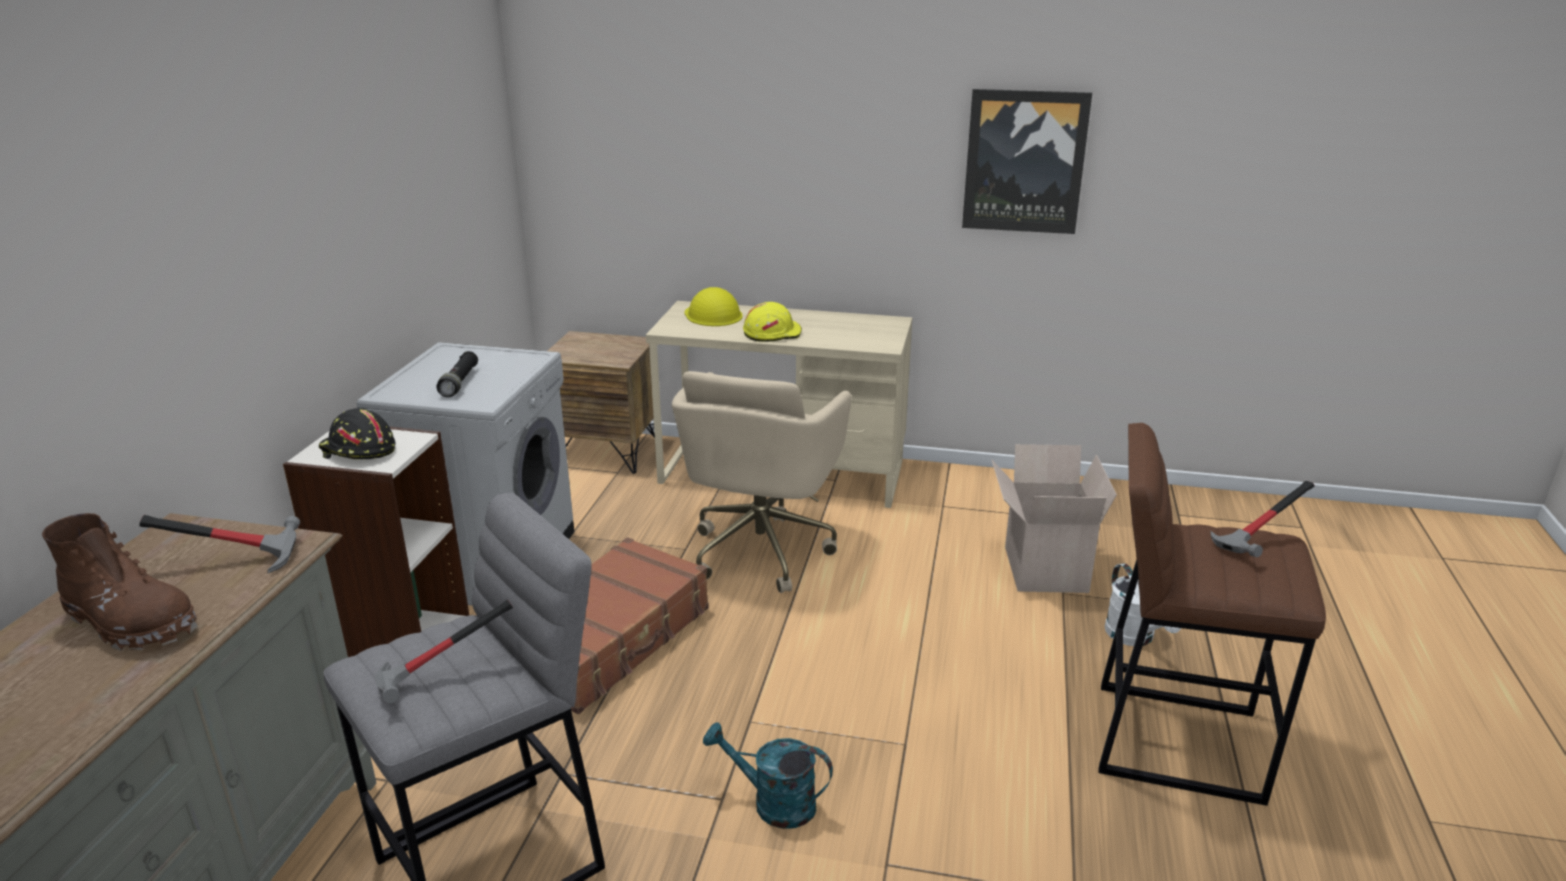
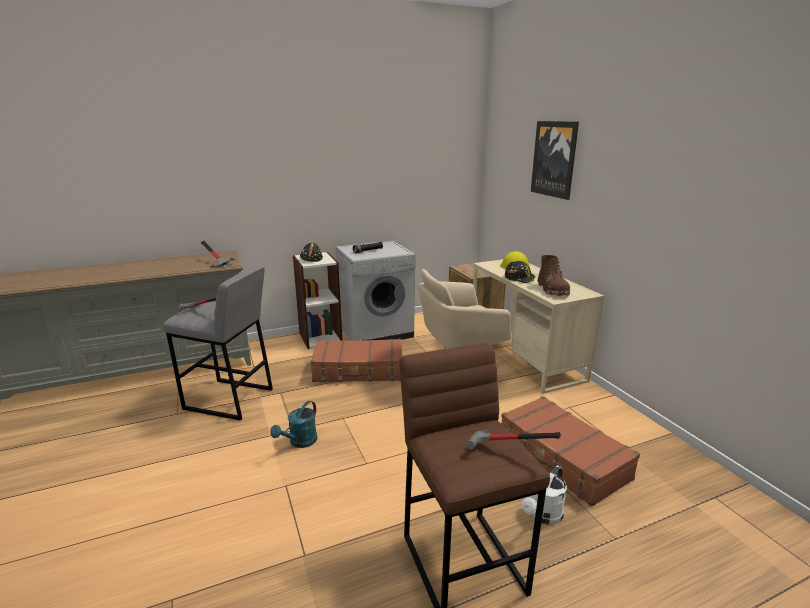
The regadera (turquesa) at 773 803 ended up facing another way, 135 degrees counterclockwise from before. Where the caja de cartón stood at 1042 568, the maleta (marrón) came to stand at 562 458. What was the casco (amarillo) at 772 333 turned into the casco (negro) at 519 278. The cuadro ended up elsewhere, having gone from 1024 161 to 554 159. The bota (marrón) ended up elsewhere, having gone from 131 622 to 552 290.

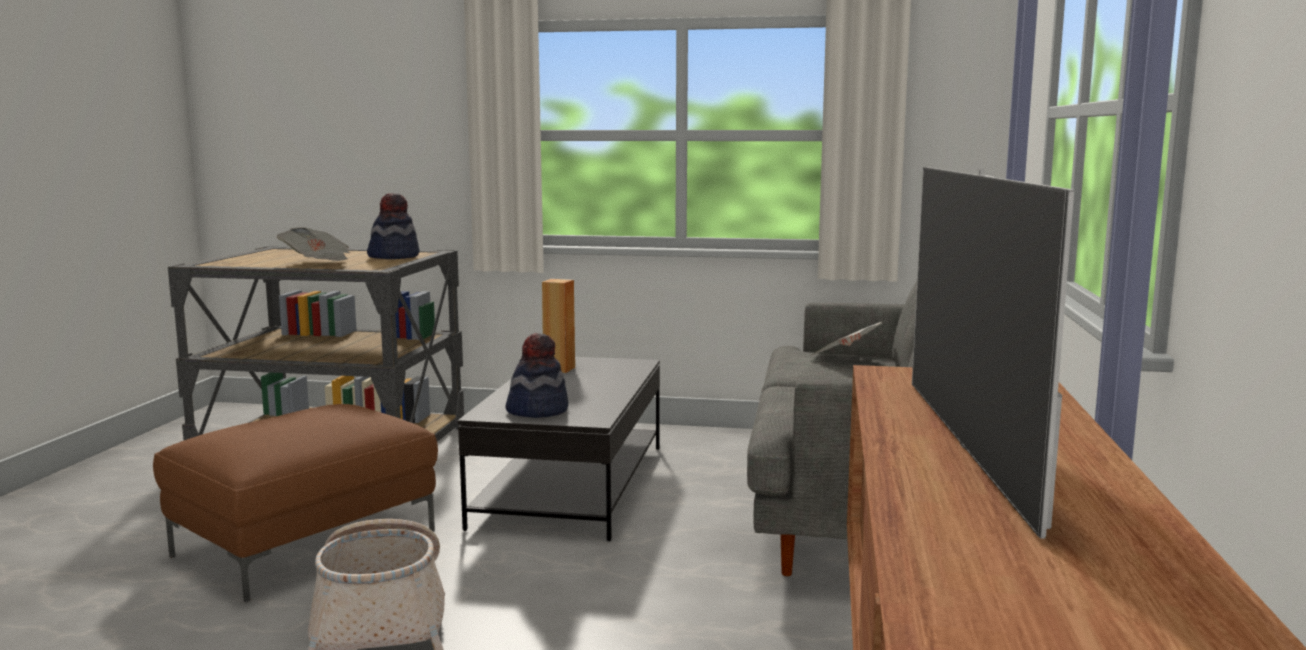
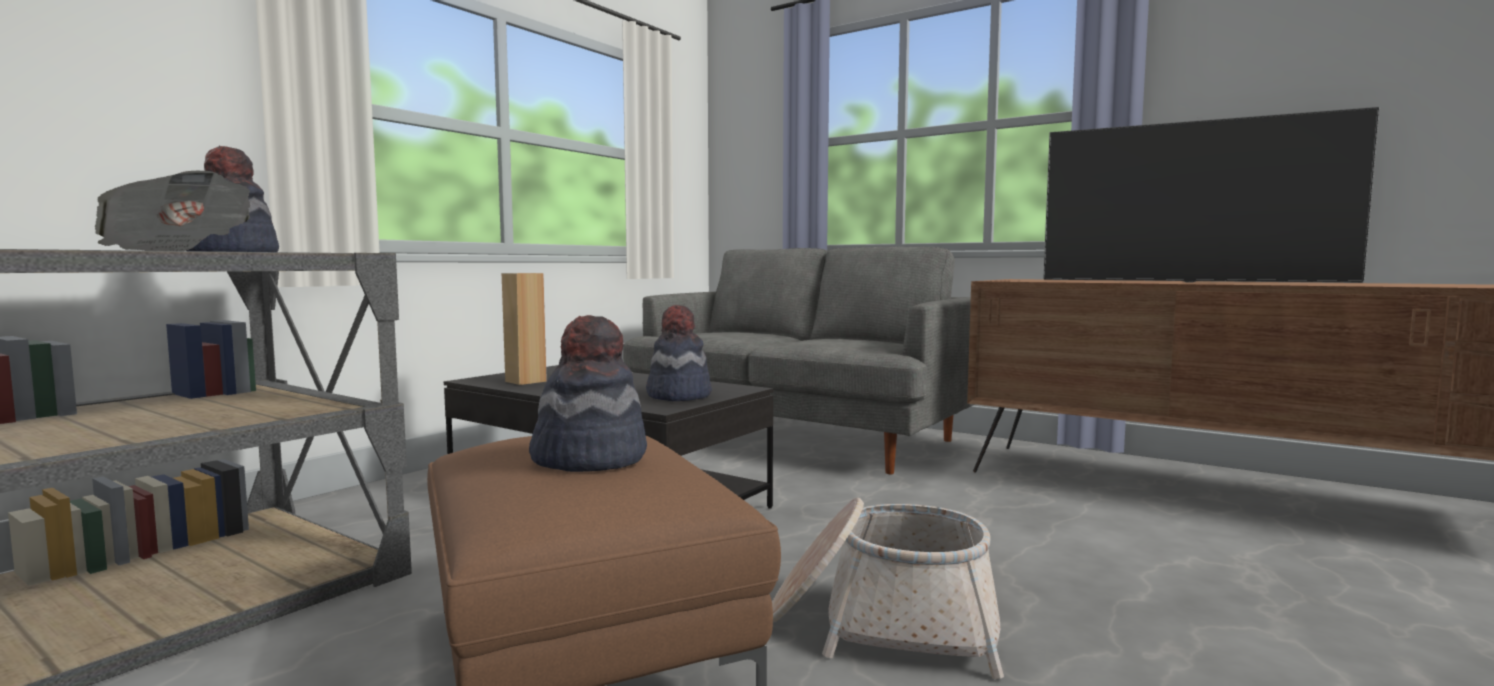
The second view gained the sombrero at 590 459. The second view lost the periódico at 844 359.

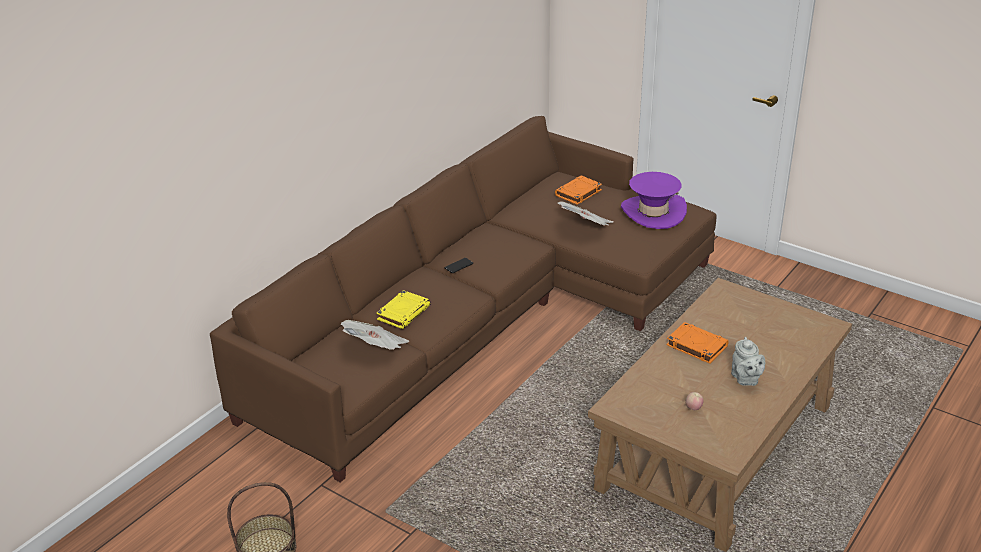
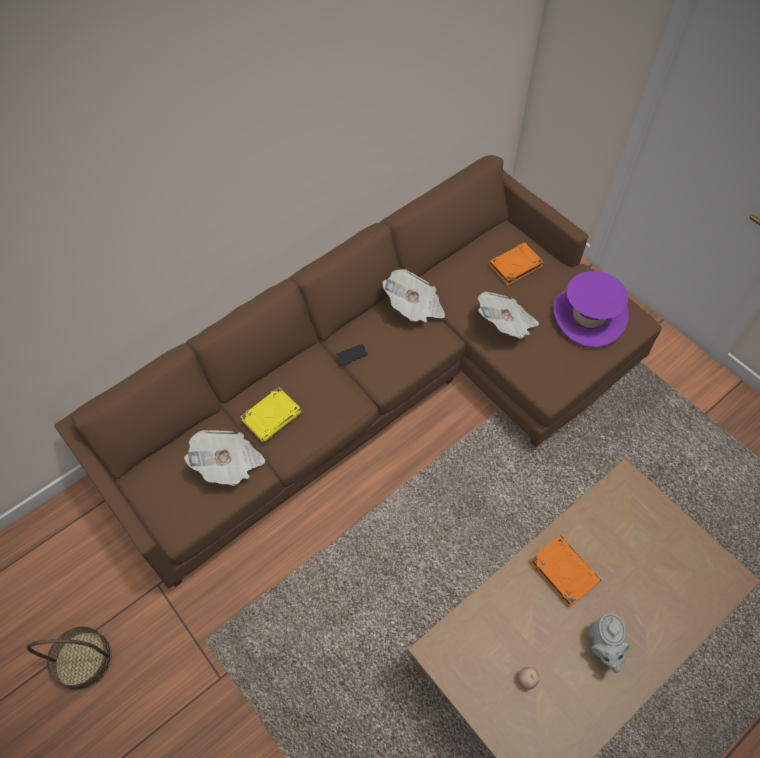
The second view gained the periódico at 414 307.

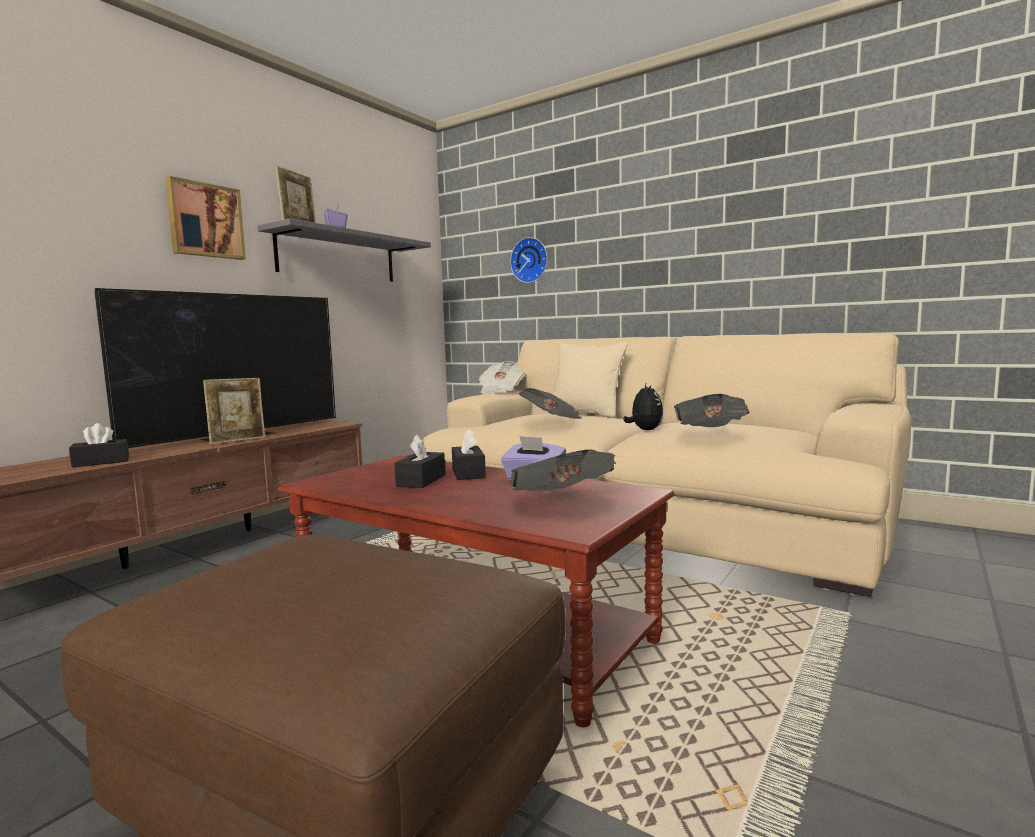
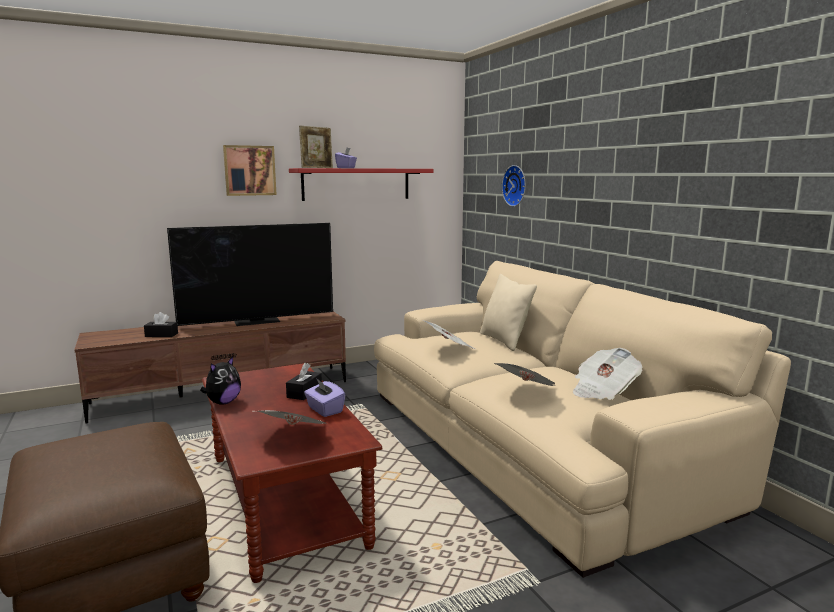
The peluche ended up elsewhere, having gone from 644 430 to 223 402. What was the estante (gris) at 338 257 turned into the estante (rojo) at 356 184. The periódico ended up elsewhere, having gone from 500 391 to 603 391. The second view lost the portarretratos at 238 441. The second view lost the caja de pañuelos (negro) at 421 480.

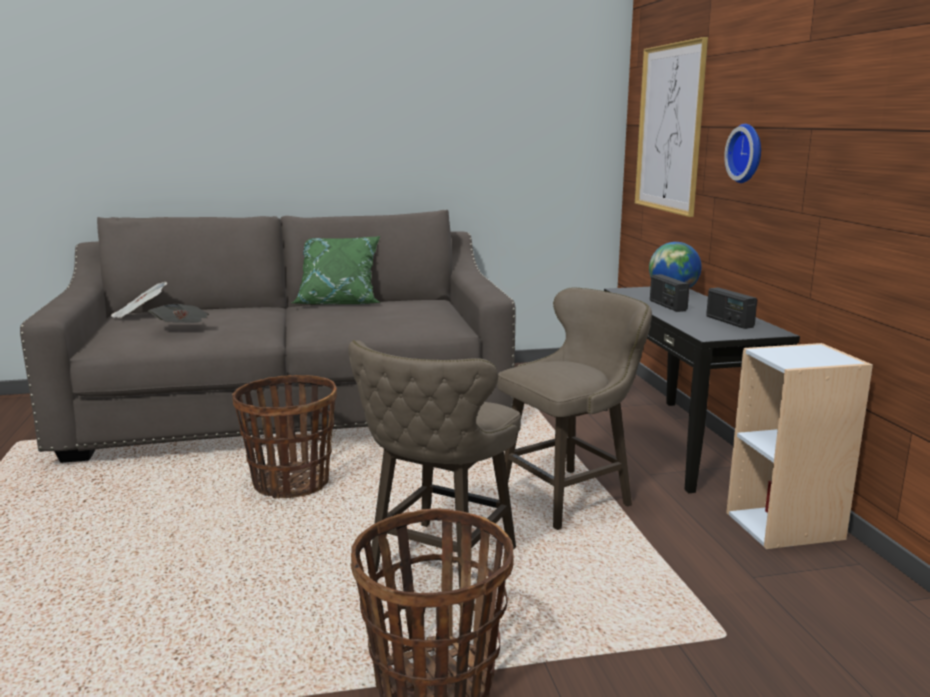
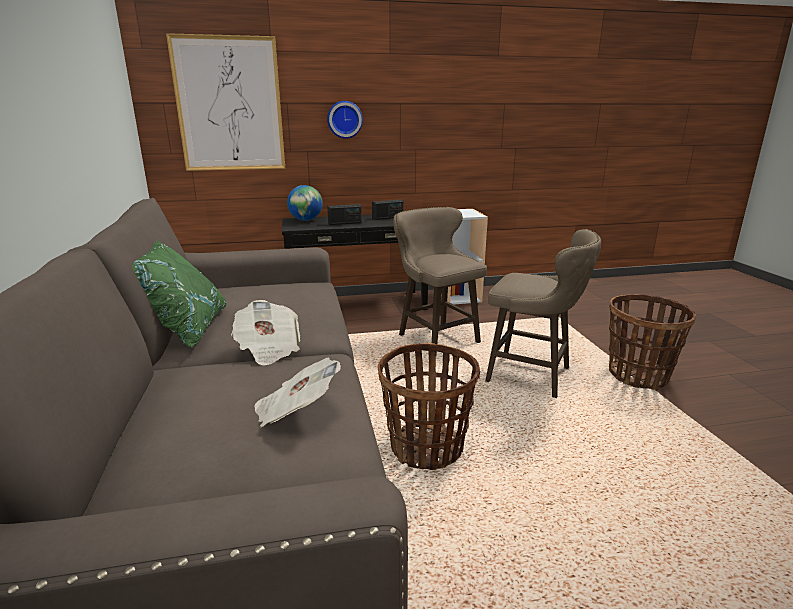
The periódico ended up elsewhere, having gone from 140 315 to 268 349.

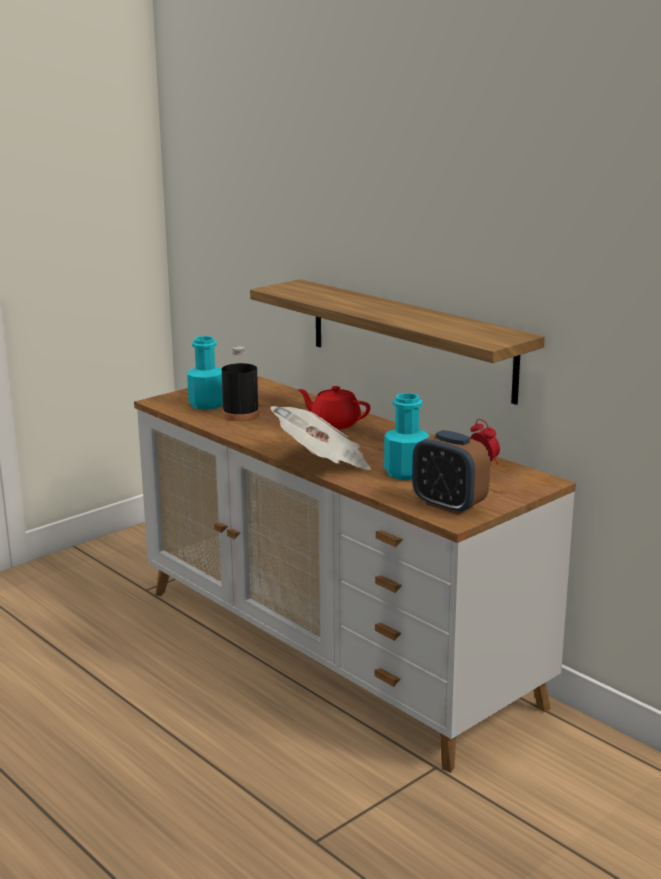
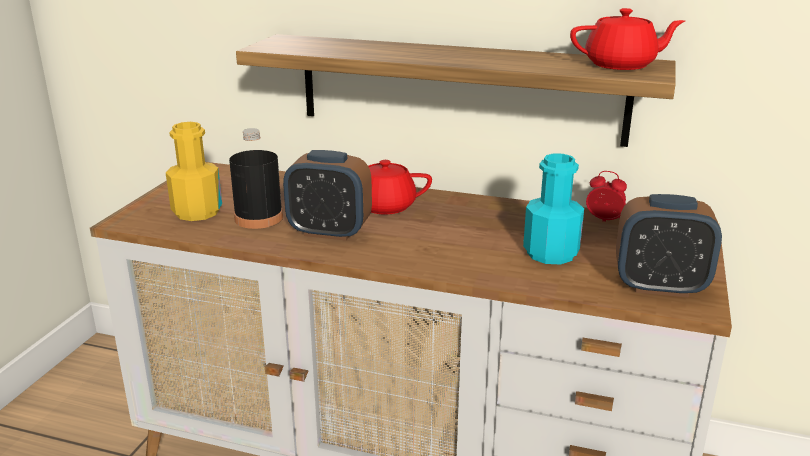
What was the botella (turquesa) at 207 404 turned into the botella (amarillo) at 197 212. The second view gained the despertador at 329 232. The second view gained the tetera (rojo) at 621 65. The second view lost the periódico at 323 463.

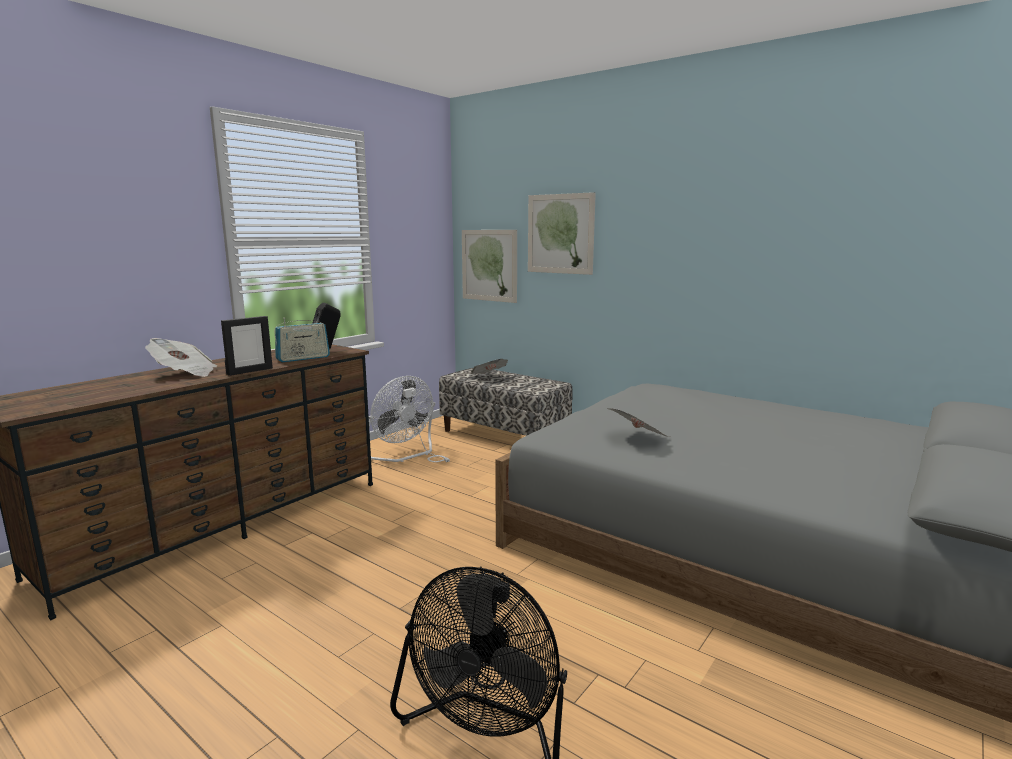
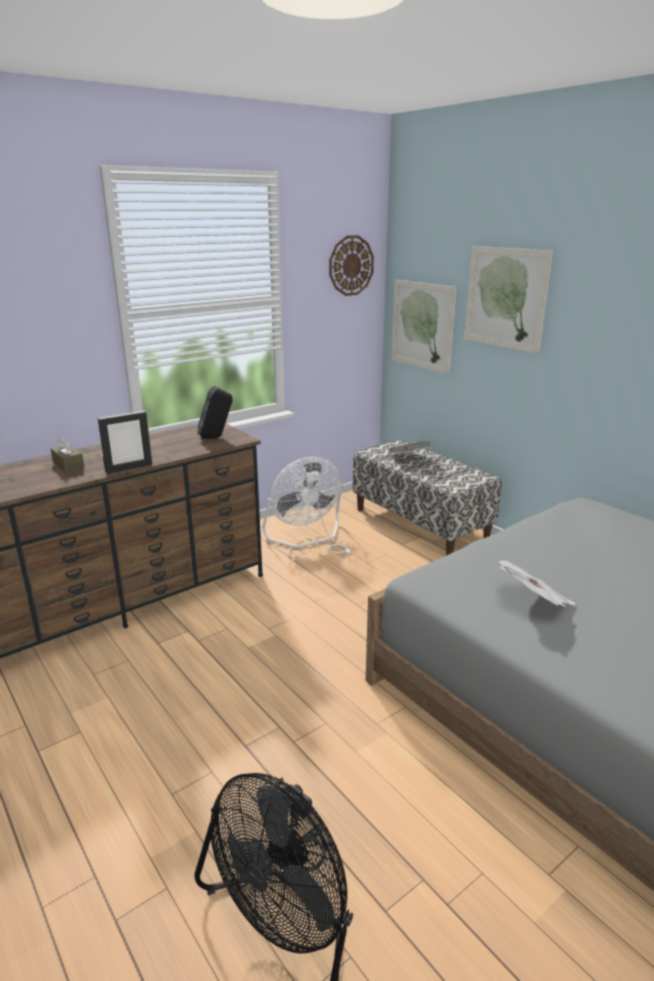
Where the periódico stood at 184 373, the caja de pañuelos (marrón) came to stand at 68 465. The second view gained the reloj de pared at 351 265. The second view lost the radio at 303 358.

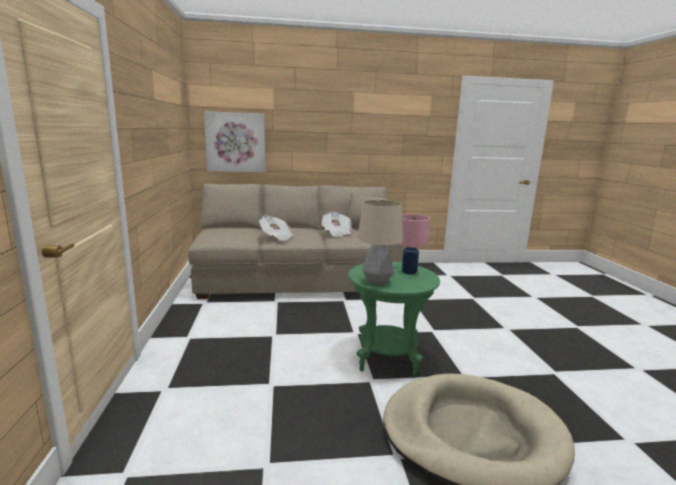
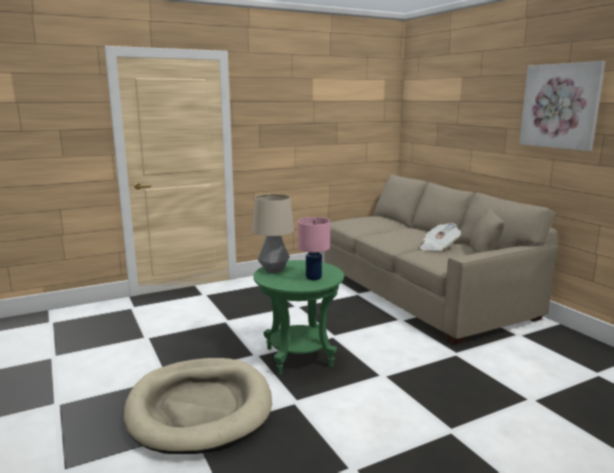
The cuadro ended up elsewhere, having gone from 235 142 to 560 106. The second view lost the periódico at 276 237.

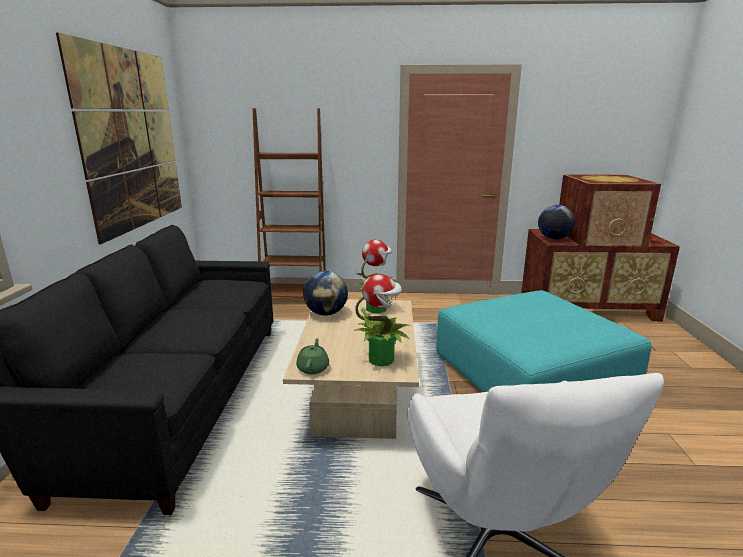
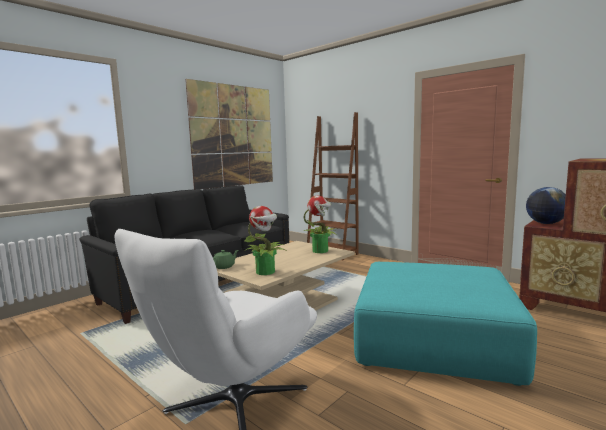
The second view lost the globo terráqueo at 326 313.

